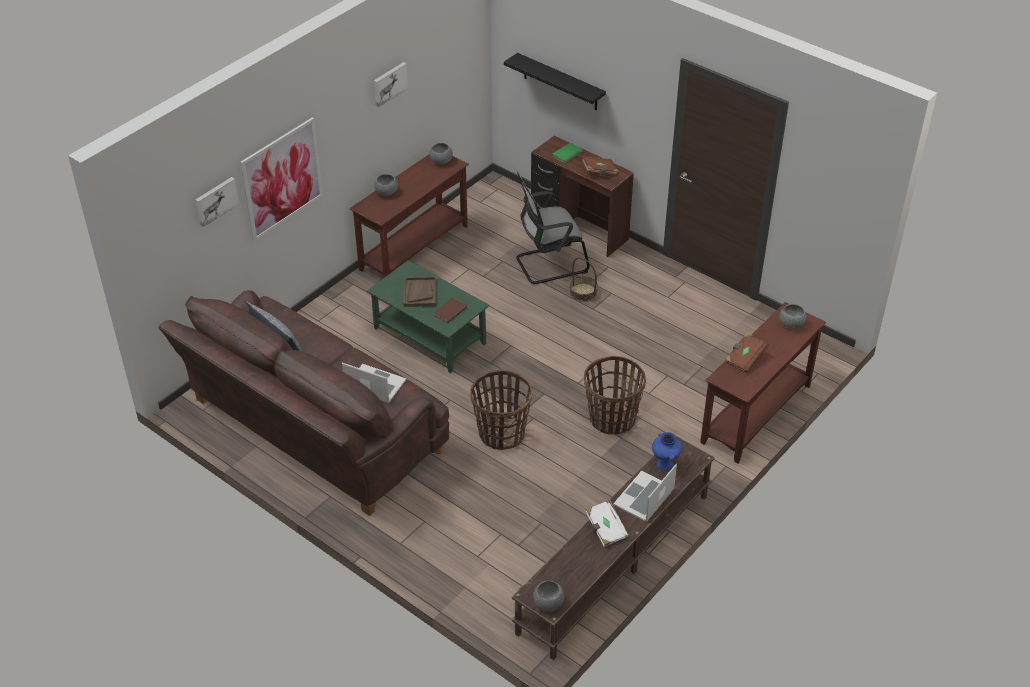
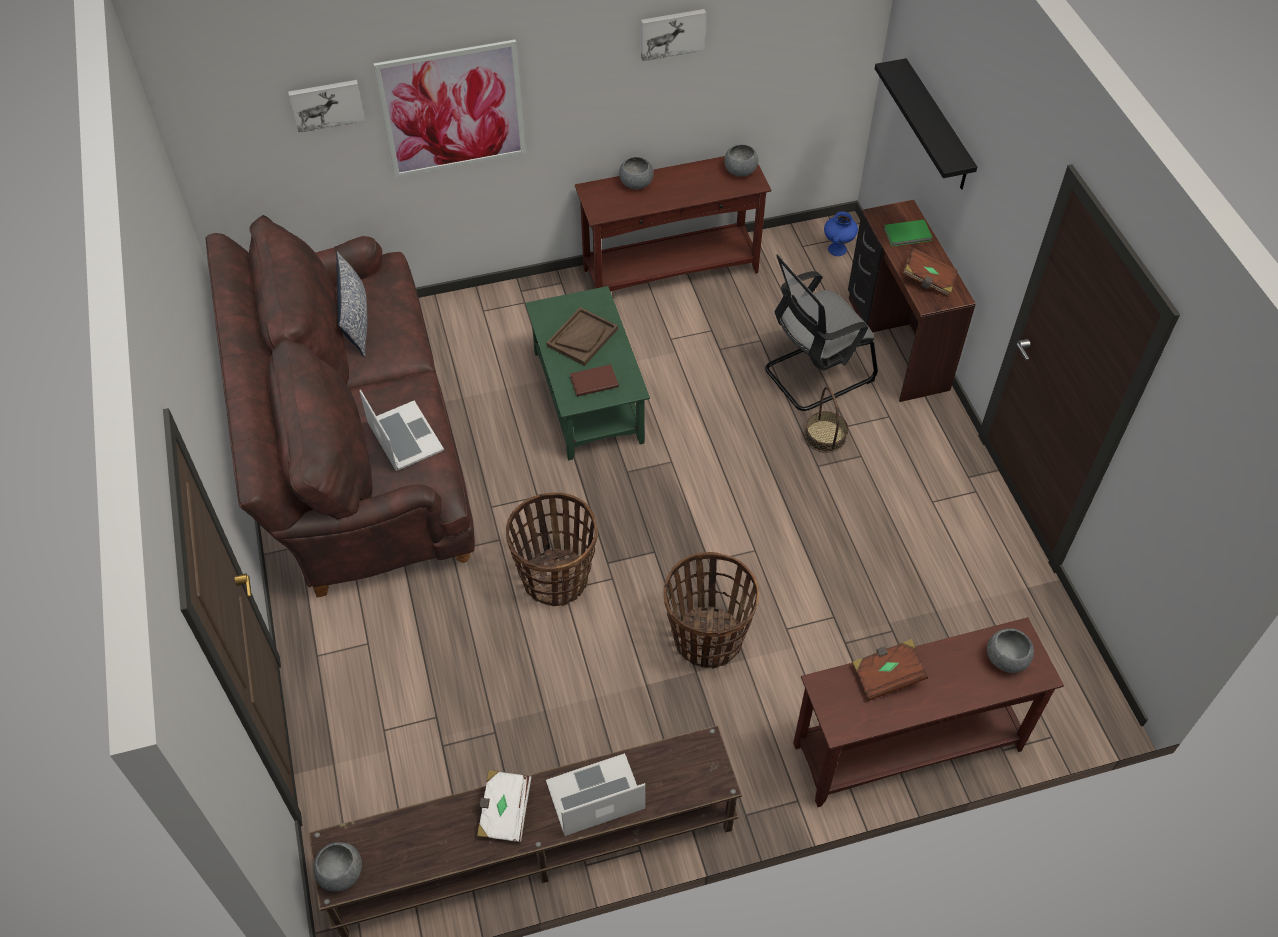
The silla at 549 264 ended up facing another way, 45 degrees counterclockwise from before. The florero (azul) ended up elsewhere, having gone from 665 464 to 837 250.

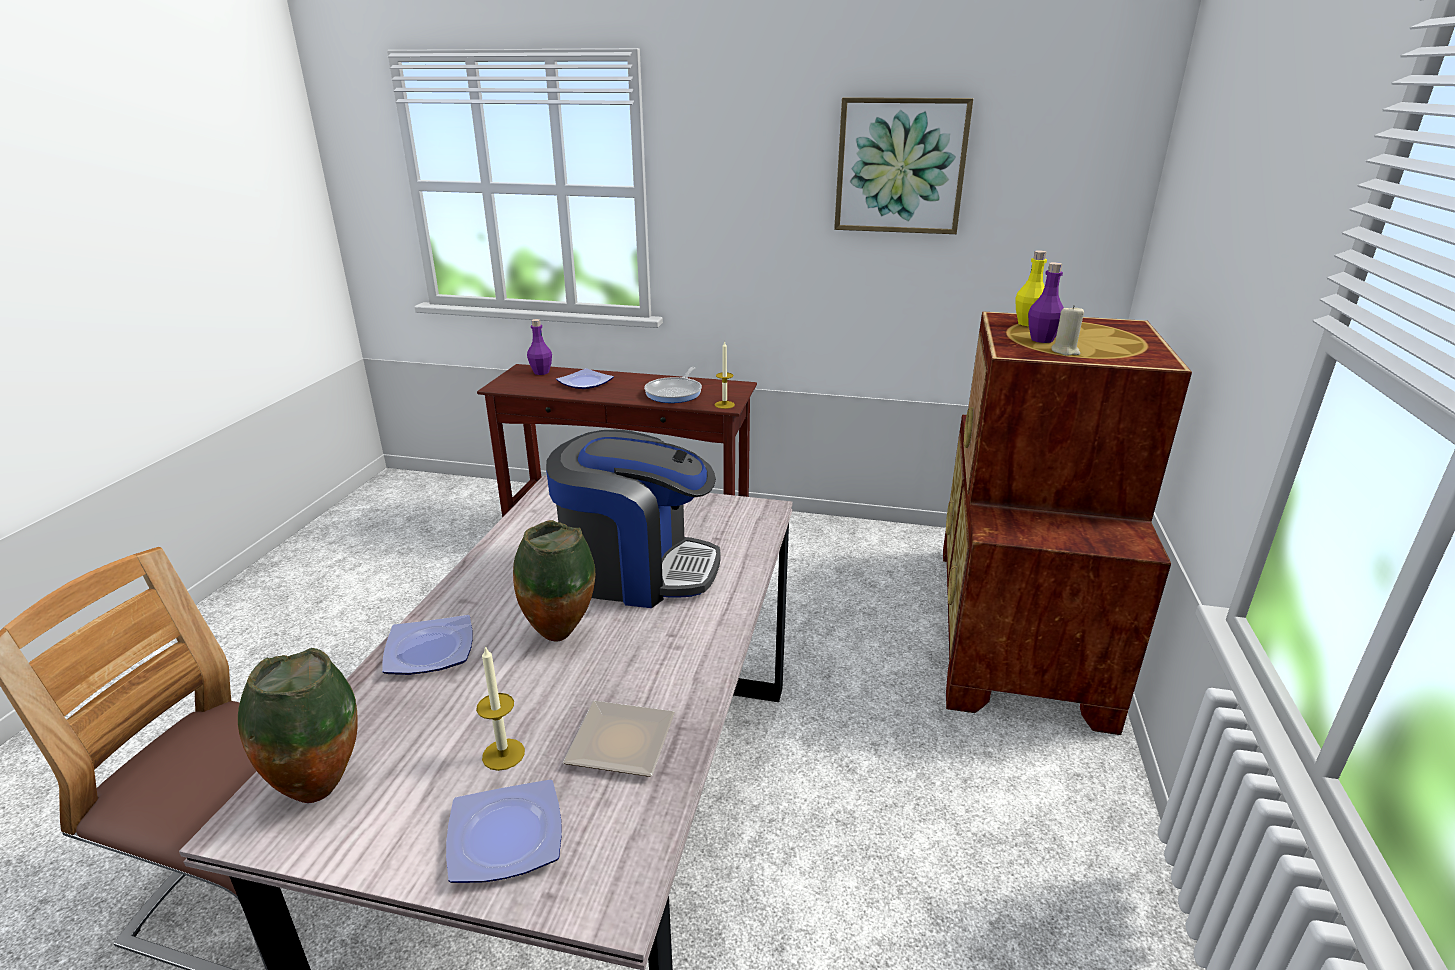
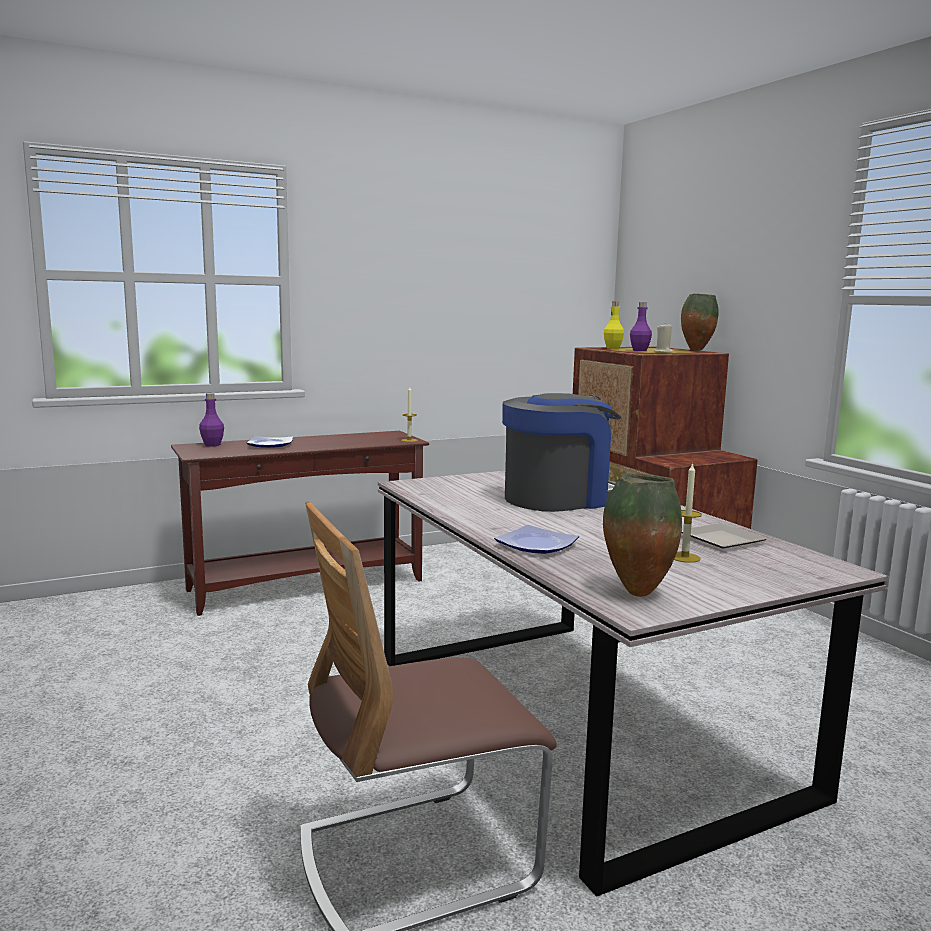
The florero ended up elsewhere, having gone from 561 635 to 696 350. The second view lost the plato at 503 835. The second view lost the sartén at 675 393. The second view lost the cuadro at 900 166.

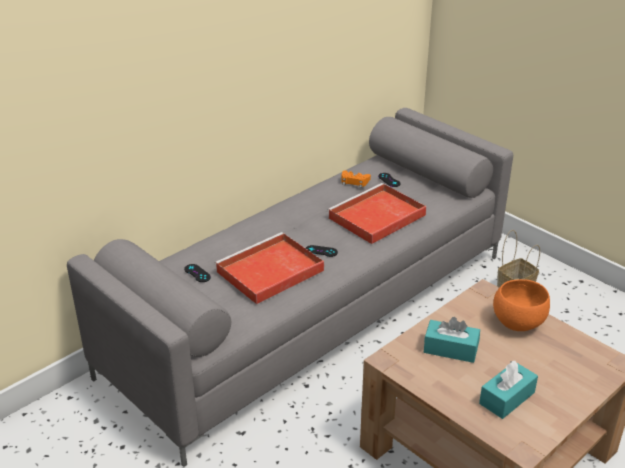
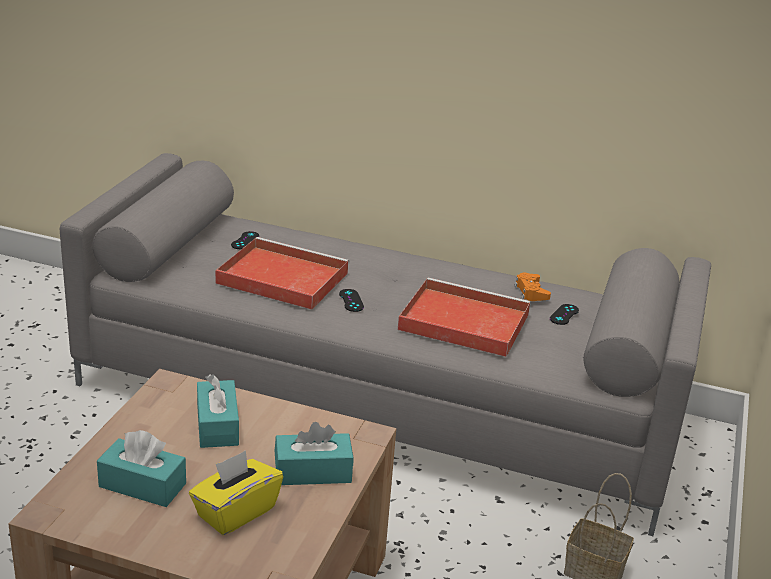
The second view gained the caja de pañuelos (amarillo) at 235 512. Where the cuenco (naranja) stood at 517 322, the caja de pañuelos (turquesa) came to stand at 313 472.

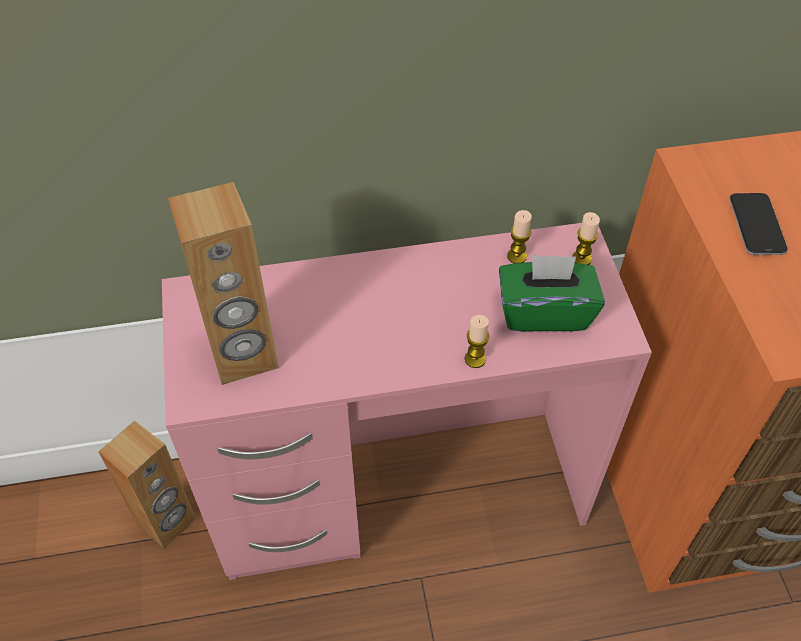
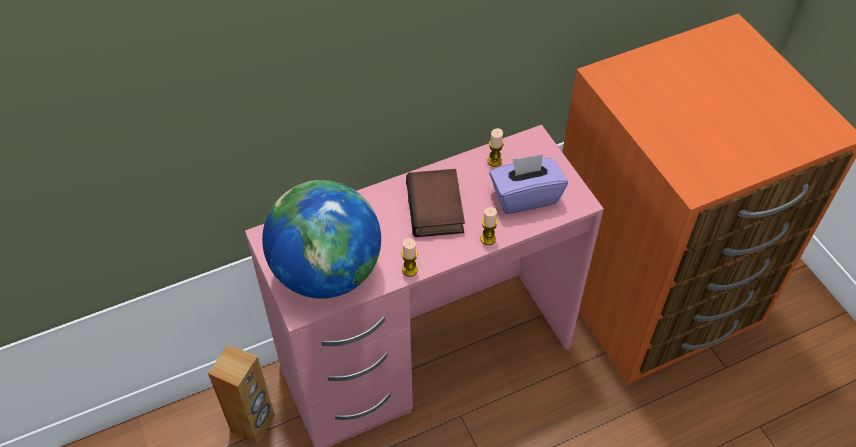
Where the altavoz (marrón) stood at 244 356, the globo terráqueo came to stand at 327 272. The vela ended up elsewhere, having gone from 581 258 to 410 270. The second view gained the libro at 437 208. What was the caja de pañuelos (verde) at 544 312 turned into the caja de pañuelos (morado) at 525 196. The second view lost the móvil at 756 225.

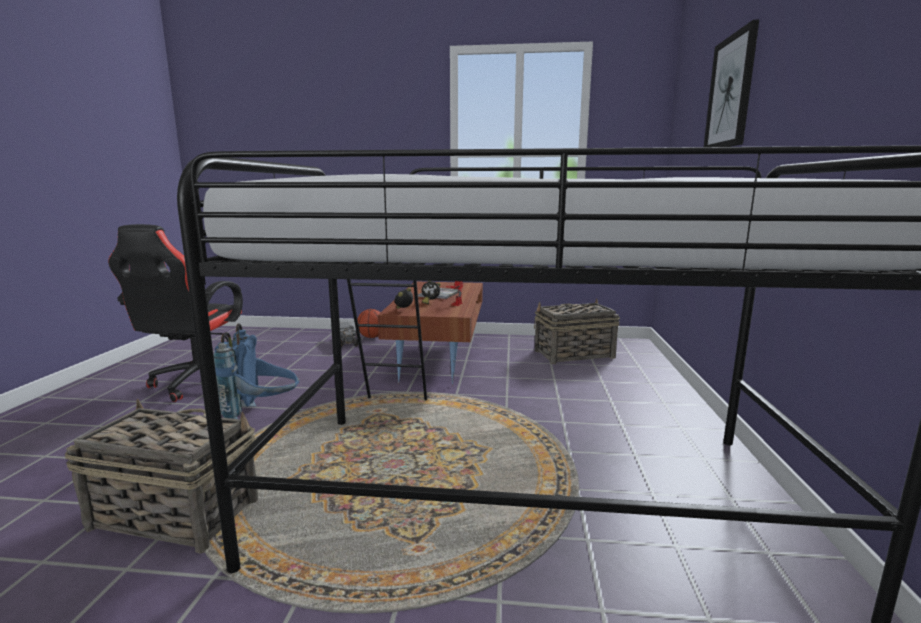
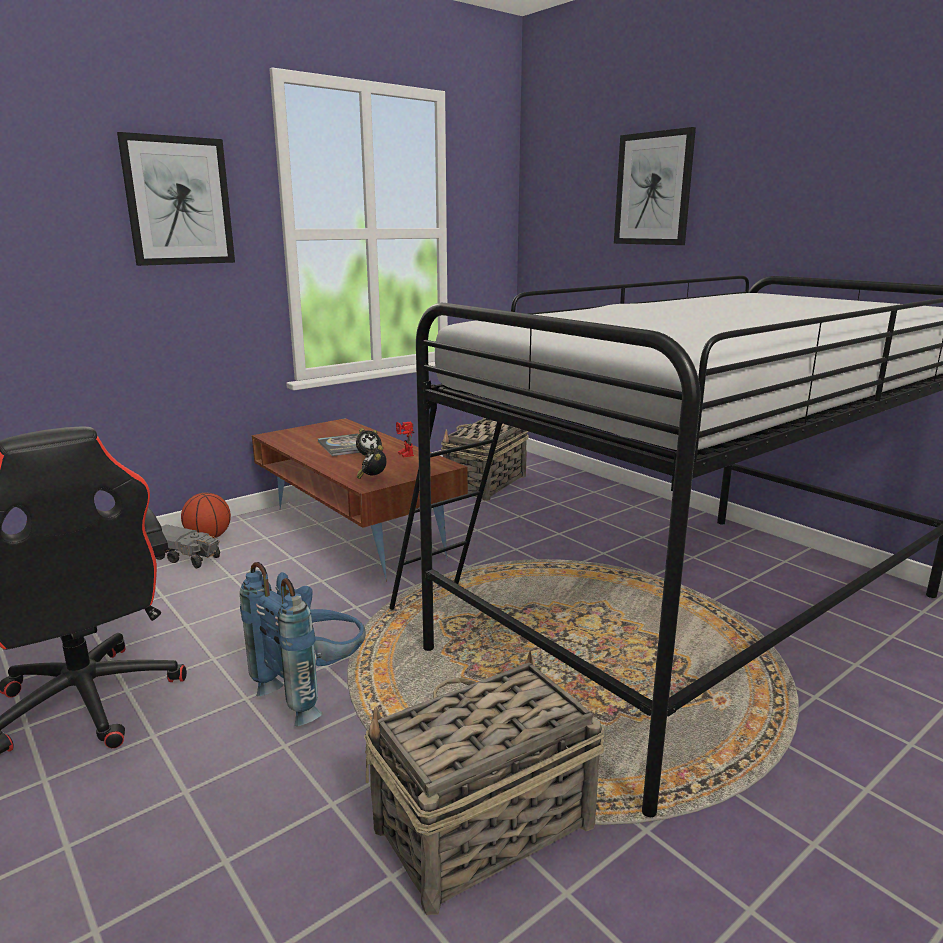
The second view gained the cuadro at 178 201.

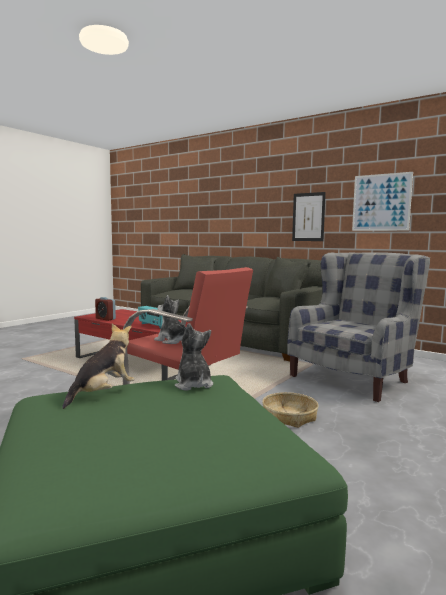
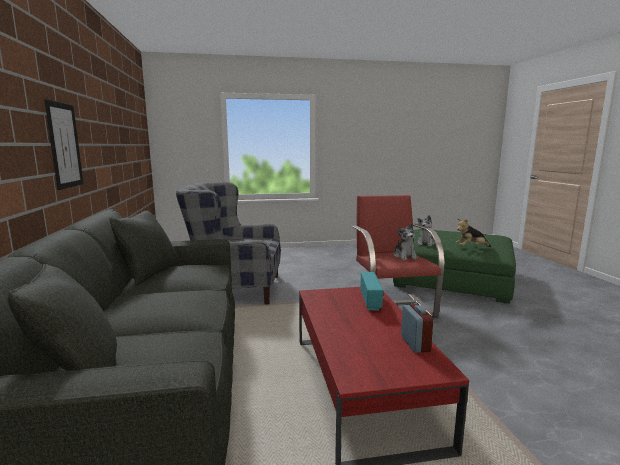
The second view lost the cesta at 290 417. The second view lost the cuadro at 381 202.

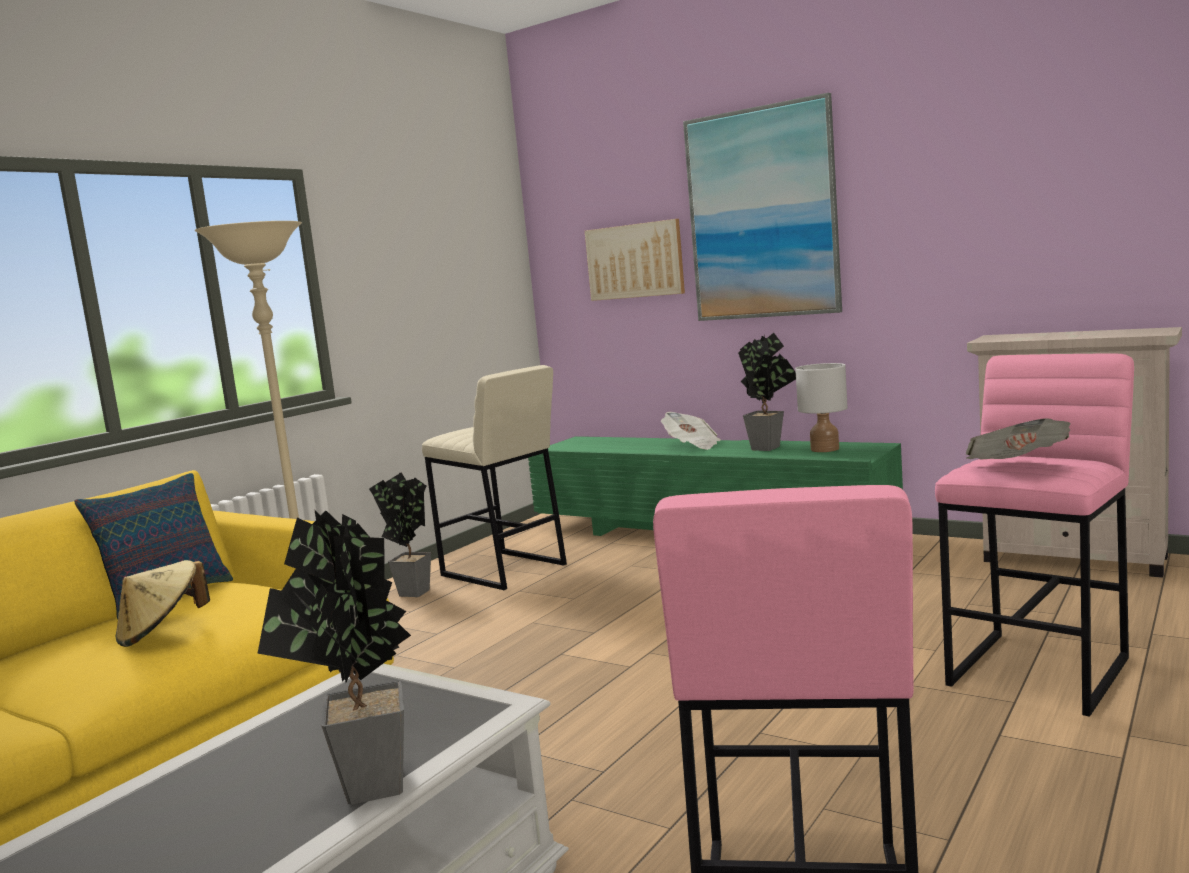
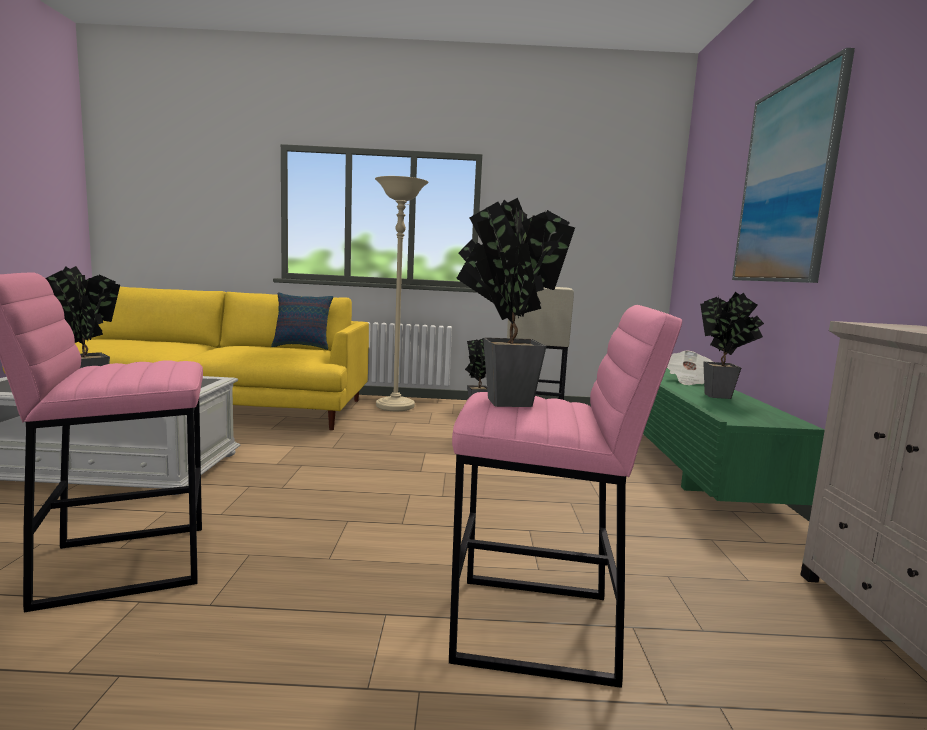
Where the periódico stood at 1016 468, the planta en maceta came to stand at 501 401. The second view lost the sombrero (beis) at 162 632. The second view lost the cuadro at 635 261. The second view lost the lámpara de mesa (gris) at 824 449.

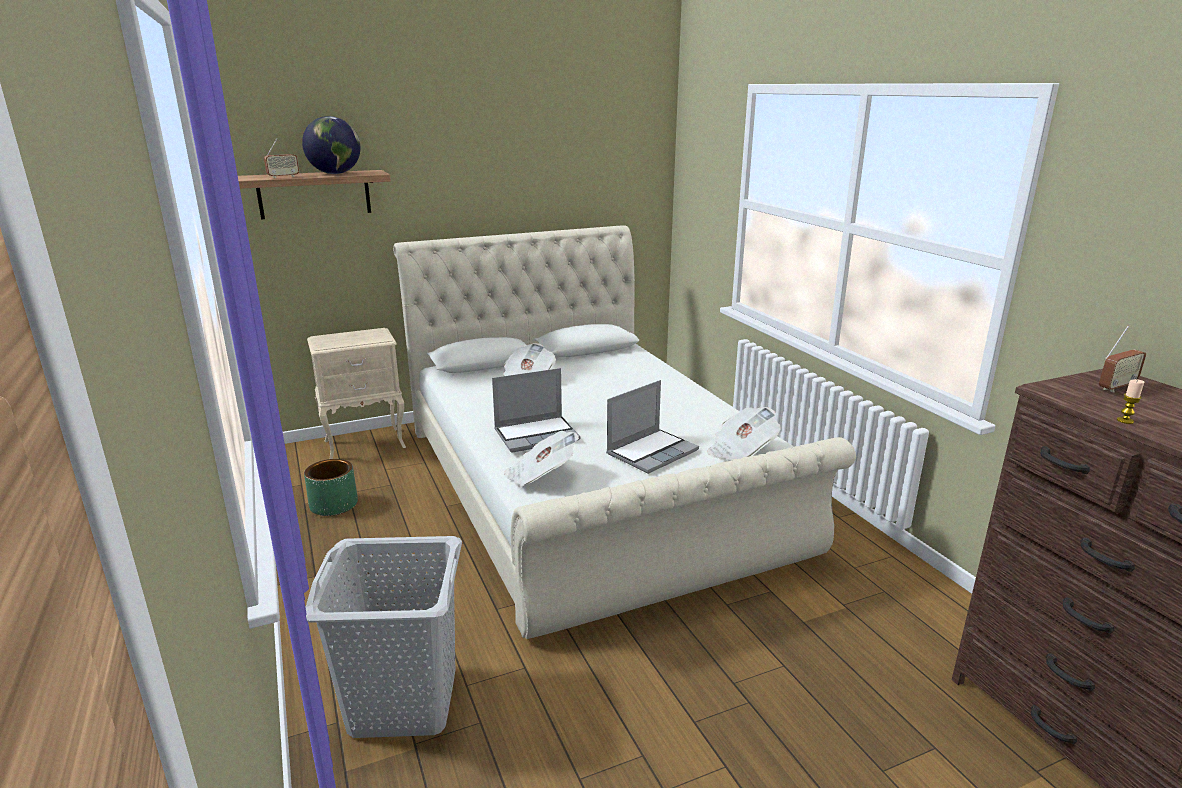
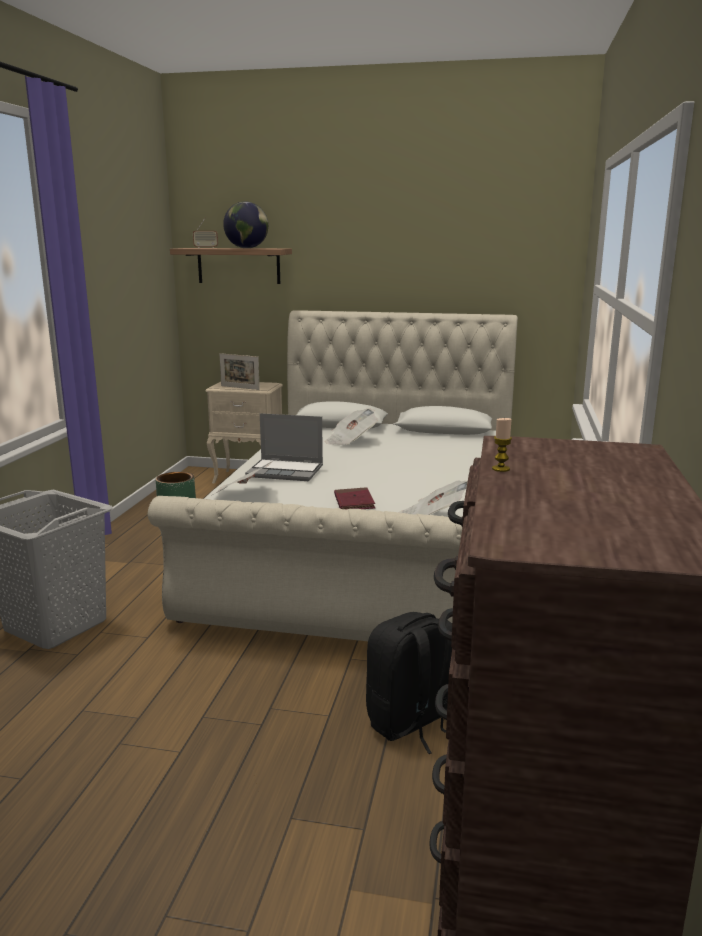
The second view gained the portarretratos at 240 387. Where the portátil stood at 652 452, the libro (rojo) came to stand at 354 502. The second view gained the mochila (negro) at 411 723. The second view lost the radio at 1116 387.

